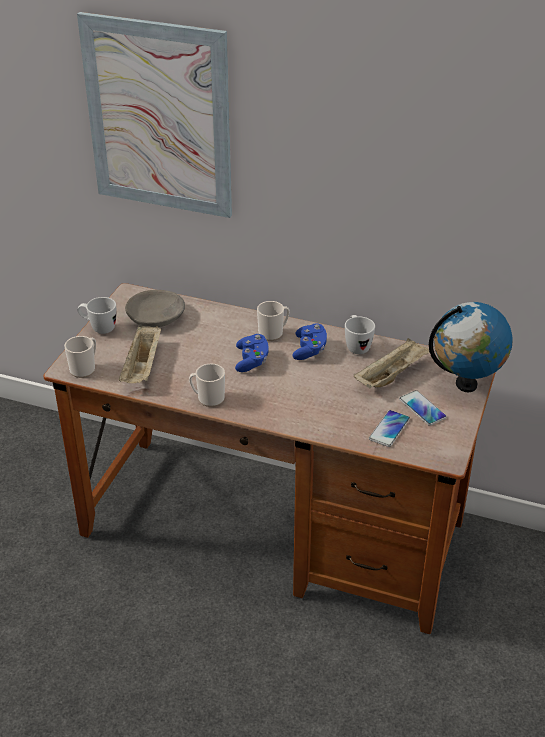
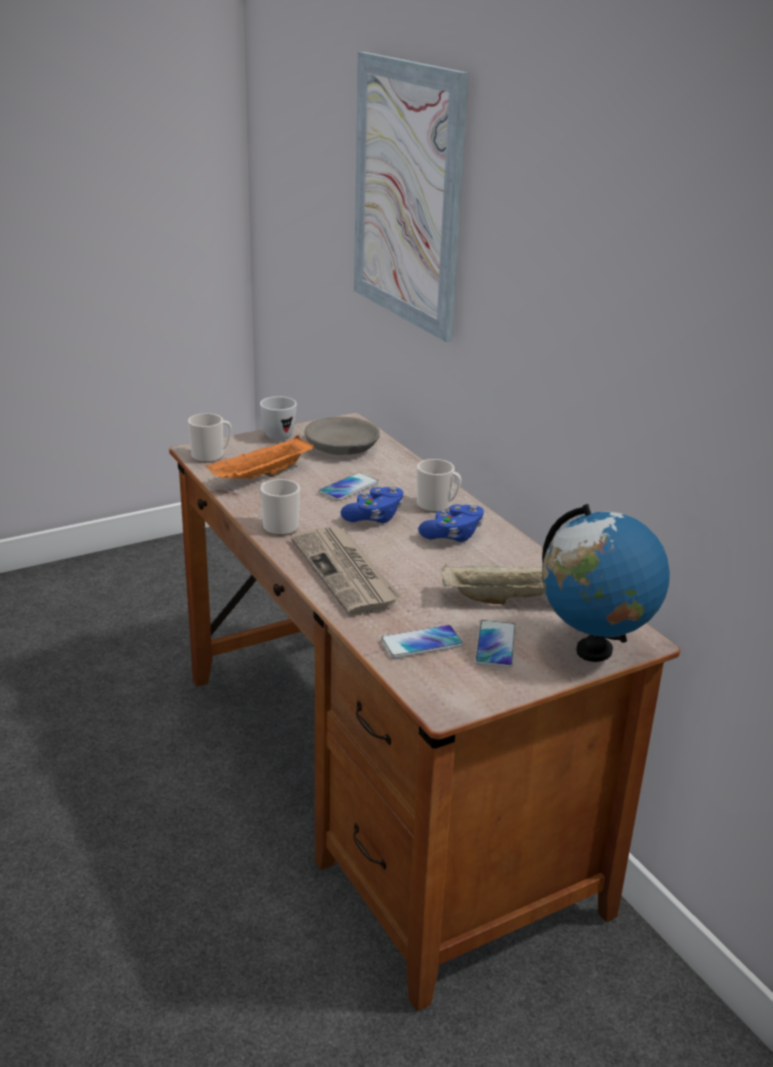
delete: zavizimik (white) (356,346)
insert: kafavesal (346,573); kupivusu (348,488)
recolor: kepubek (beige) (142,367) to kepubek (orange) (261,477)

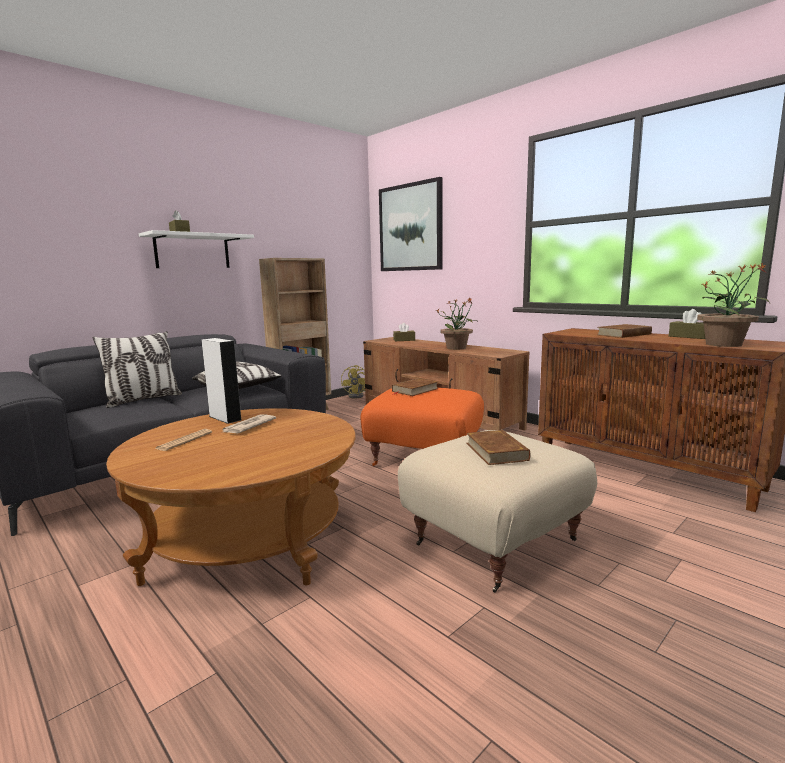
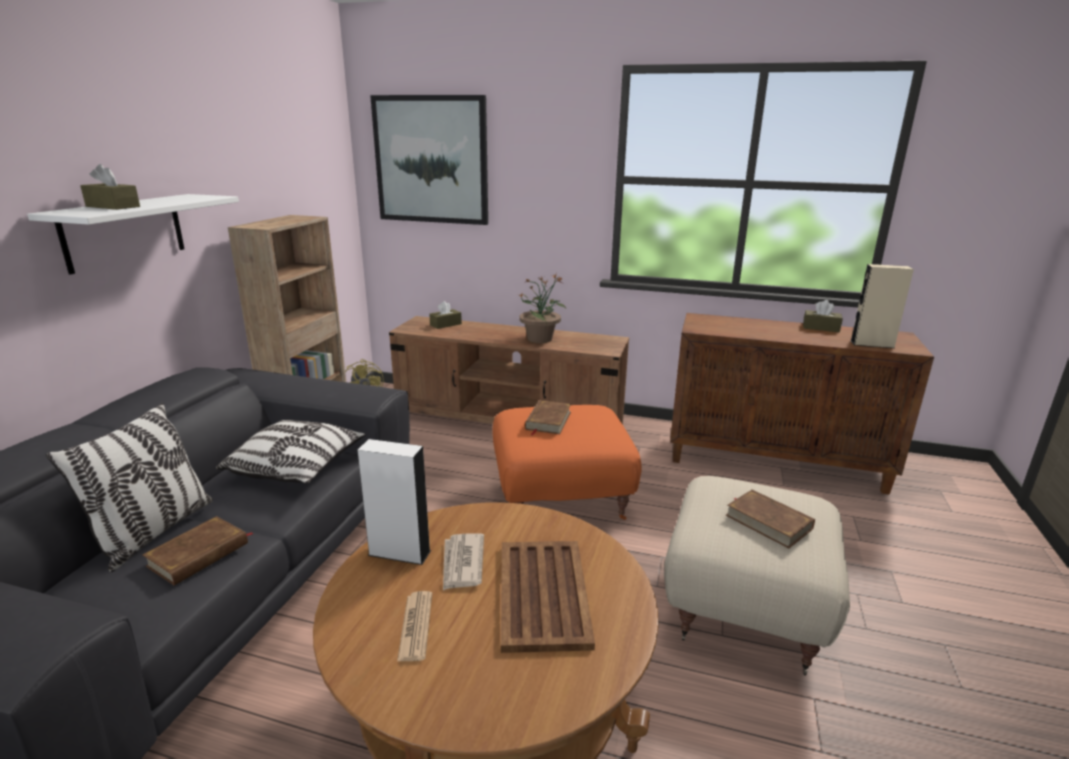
insert: kepubek (brown) (543,592)
move: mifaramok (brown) (624,334) to (199,554)
replace: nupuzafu (724,344) to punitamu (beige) (872,344)

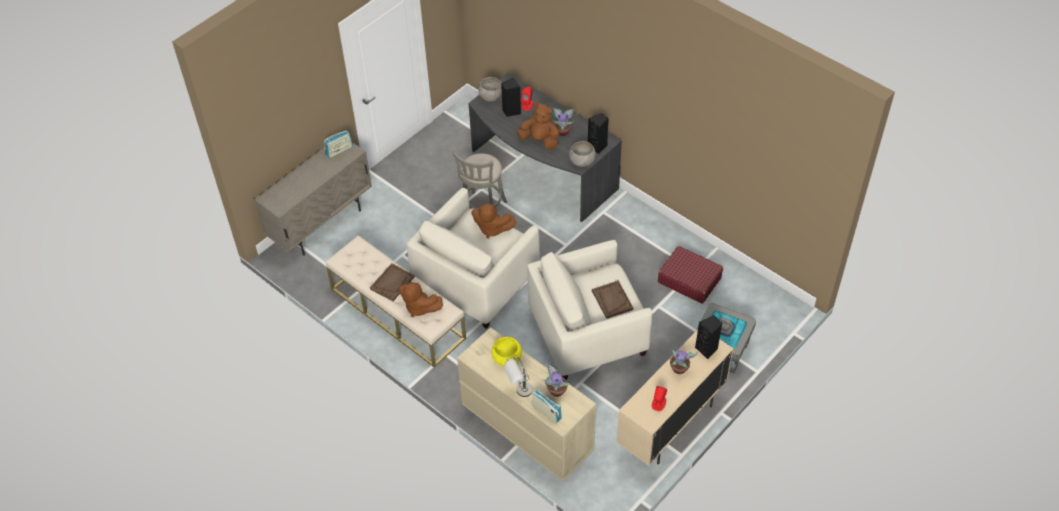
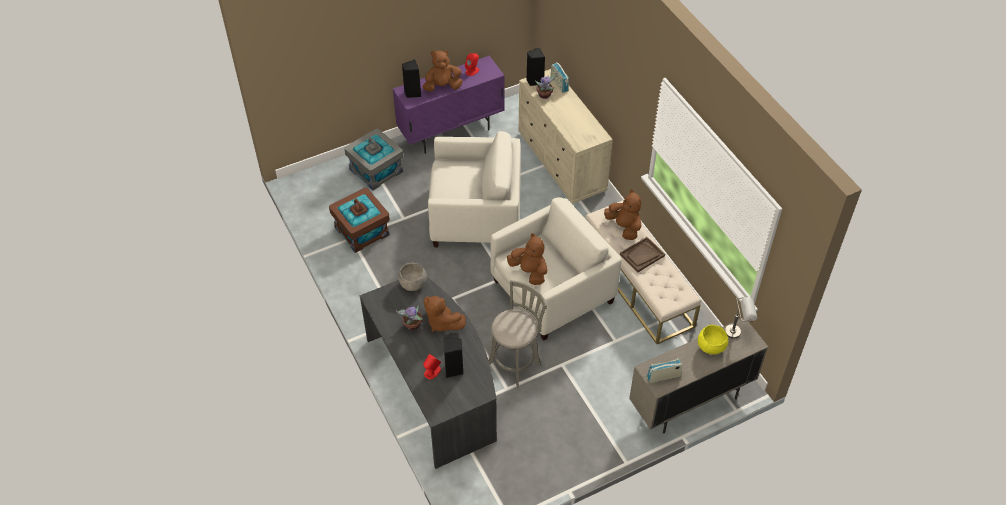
delete: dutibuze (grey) (491,97); kepubek (brown) (612,300)
move: punitamu (black) (598,146) to (534,81); dutibuze (yellow) (507,359) to (710,347); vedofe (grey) (519,392) to (738,331)
replace: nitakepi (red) (689,280) to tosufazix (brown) (362,231); nupuzafu (679,369) to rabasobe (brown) (442,86)
recolor: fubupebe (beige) (670,425) to fubupebe (purple) (451,132)

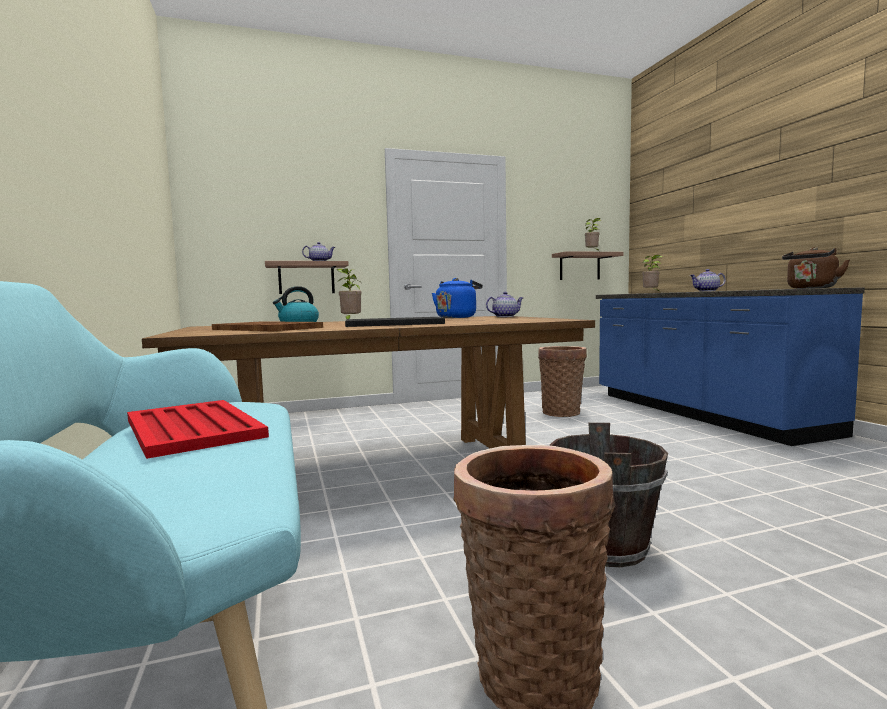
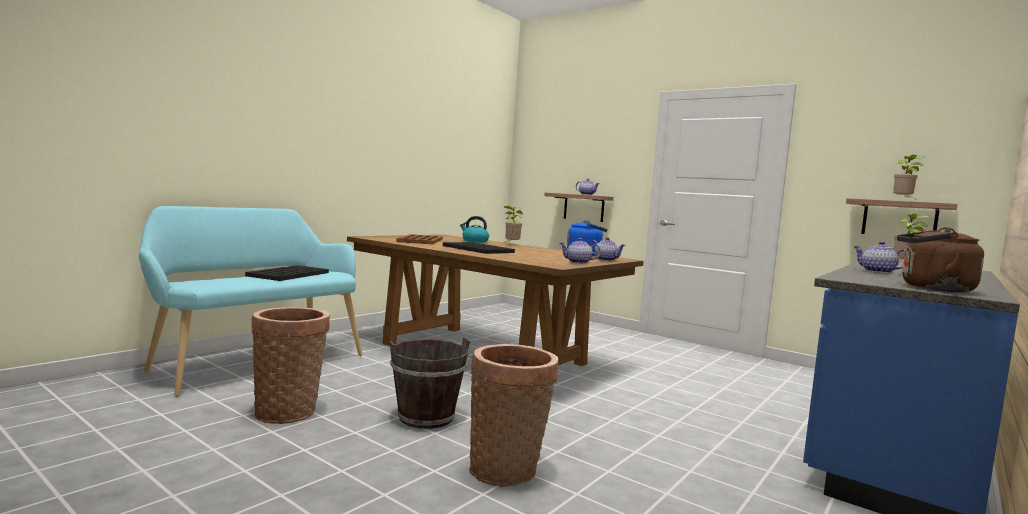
insert: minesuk (578,262)
move: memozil (562,412) to (507,470)
recolor: kepubek (red) (193,428) to kepubek (black) (289,274)

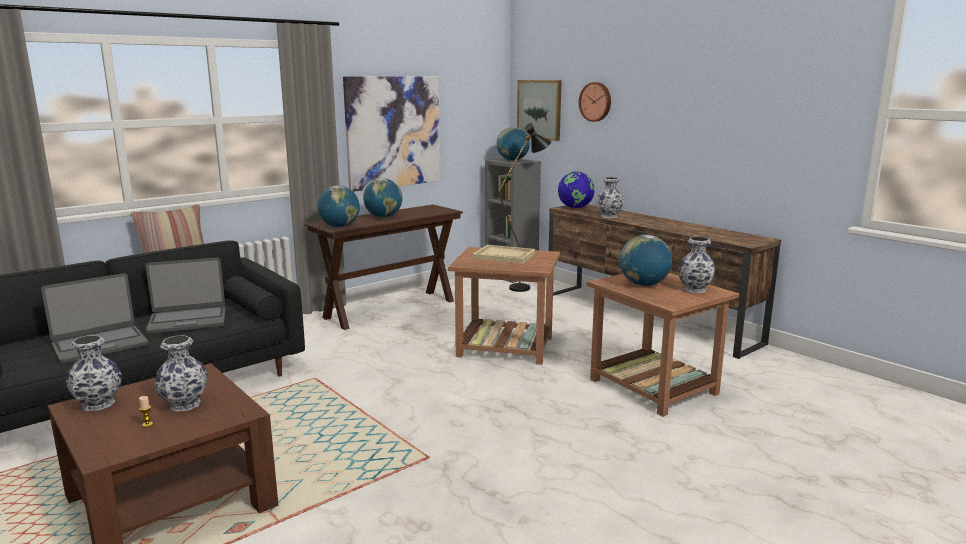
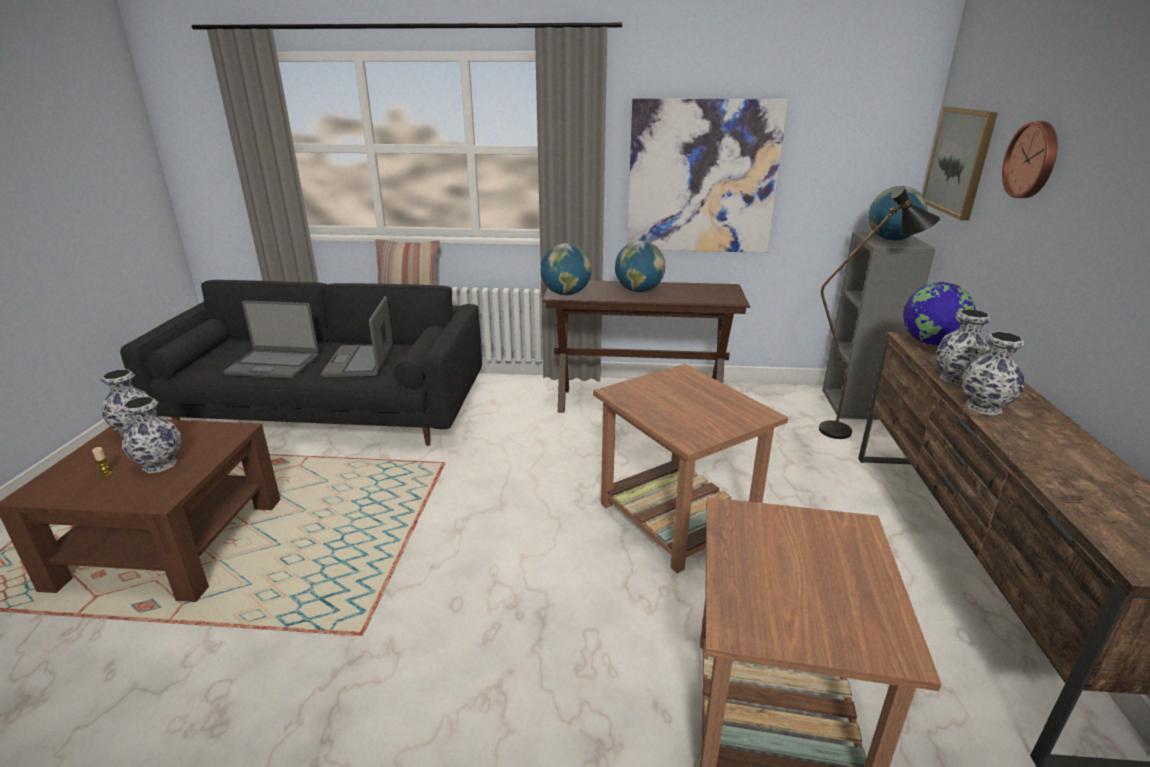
delete: kepubek (beige) (504,256); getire (643,284)
move: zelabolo (694,289) to (983,406)
rotate: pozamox (188,321) = (360,362) 60 degrees clockwise

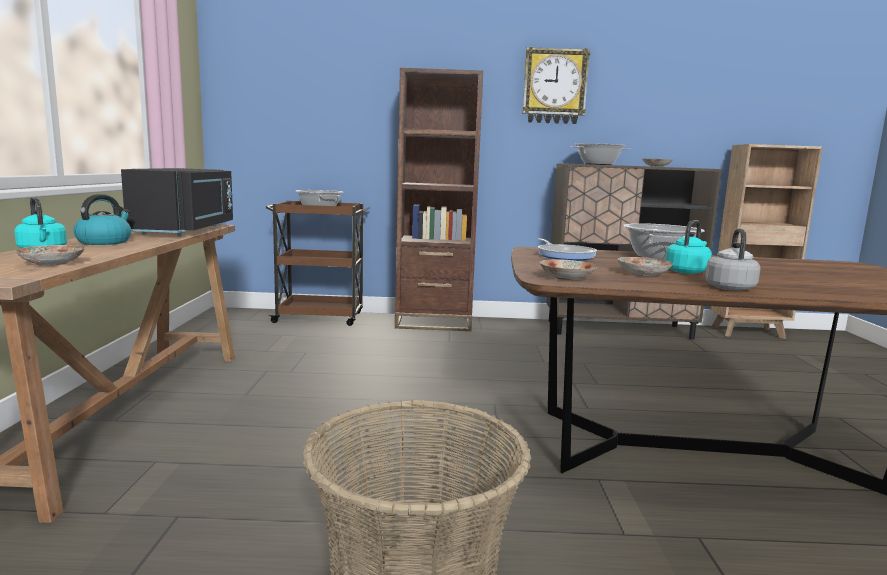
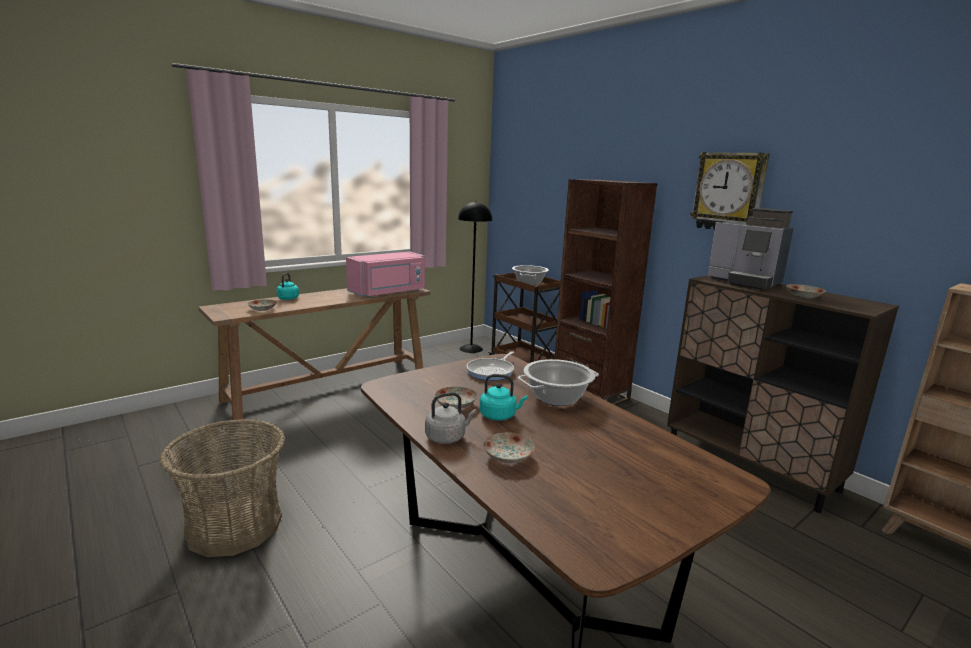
delete: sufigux (104,242)
insert: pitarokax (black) (471,349)
move: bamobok (566,278) to (507,456)
replace: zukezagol (598,164) to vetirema (745,282)
recolor: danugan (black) (187,230) to danugan (pink) (388,292)

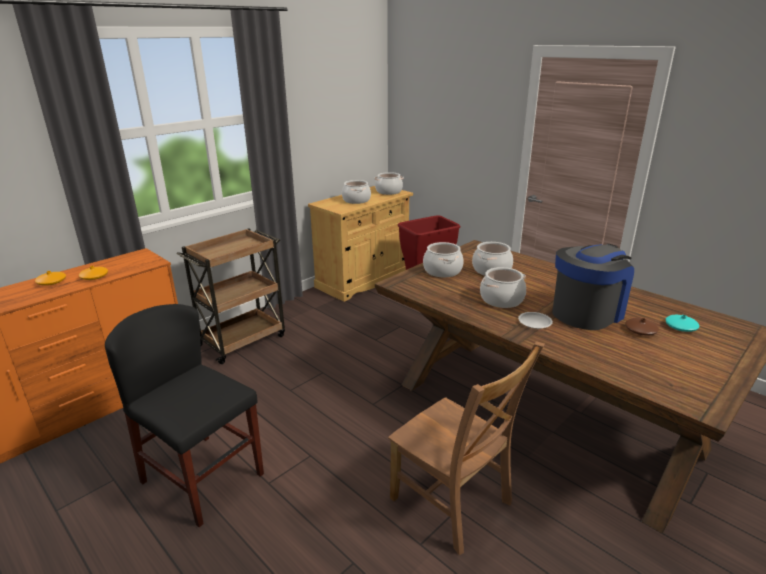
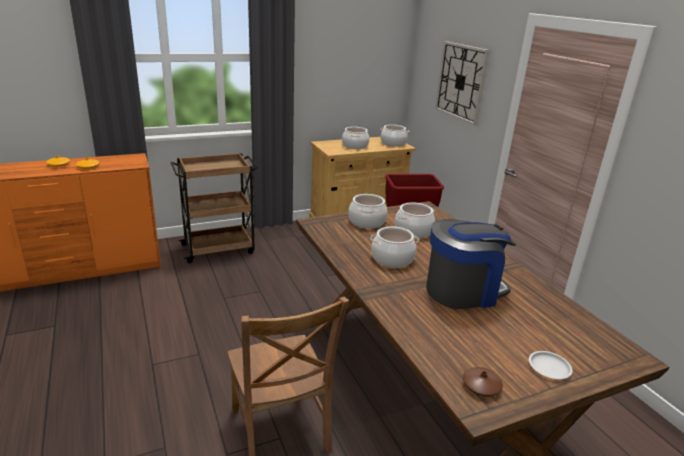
delete: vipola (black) (203,478); zelabolo (turquoise) (680,327)
insert: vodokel (461,82)
move: zelabolo (brown) (640,331) to (481,386); bamobok (white) (534,322) to (549,367)

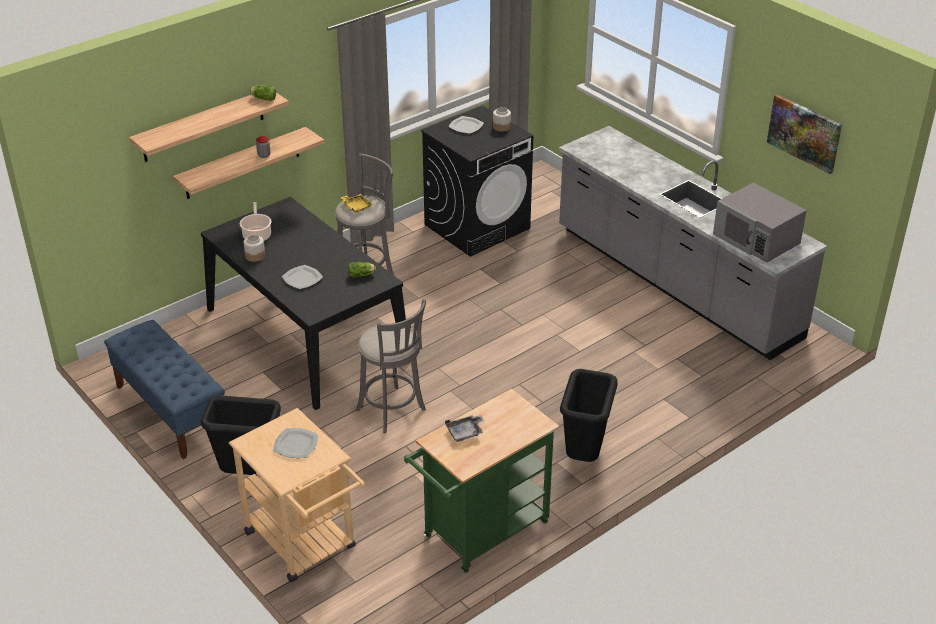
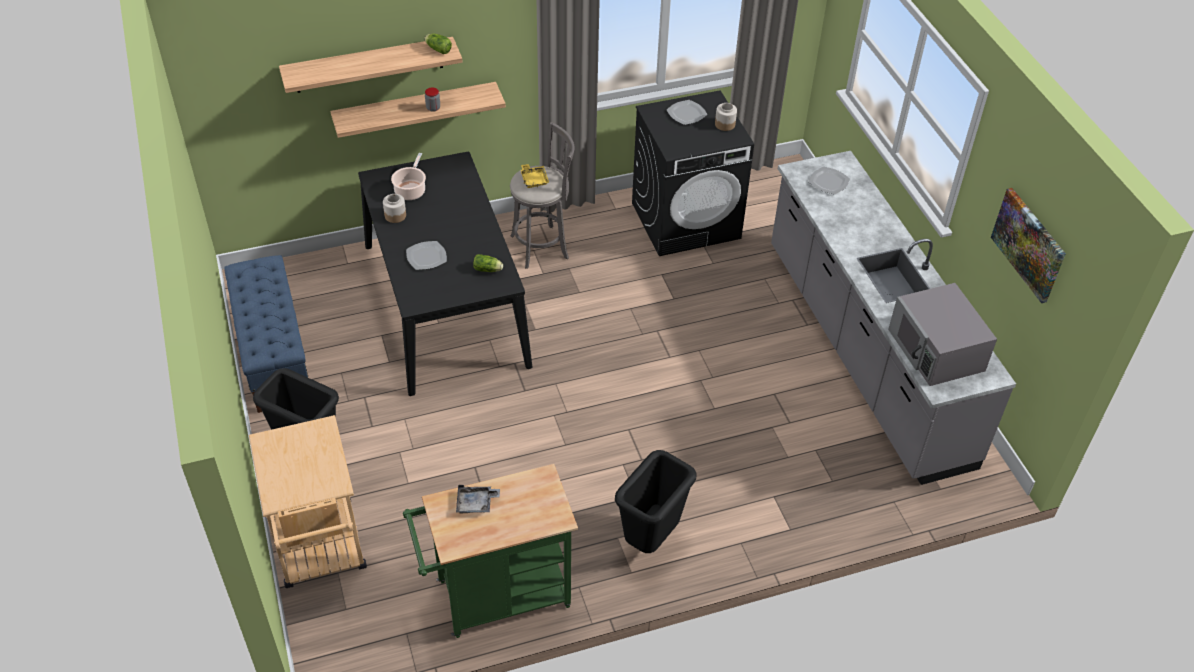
delete: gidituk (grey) (393,411)
move: bamobok (295,445) to (828,182)

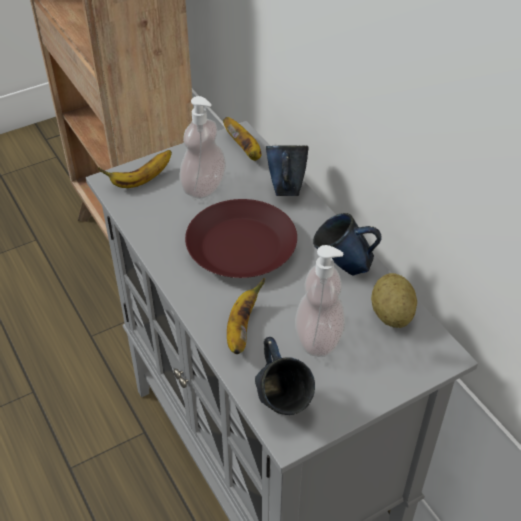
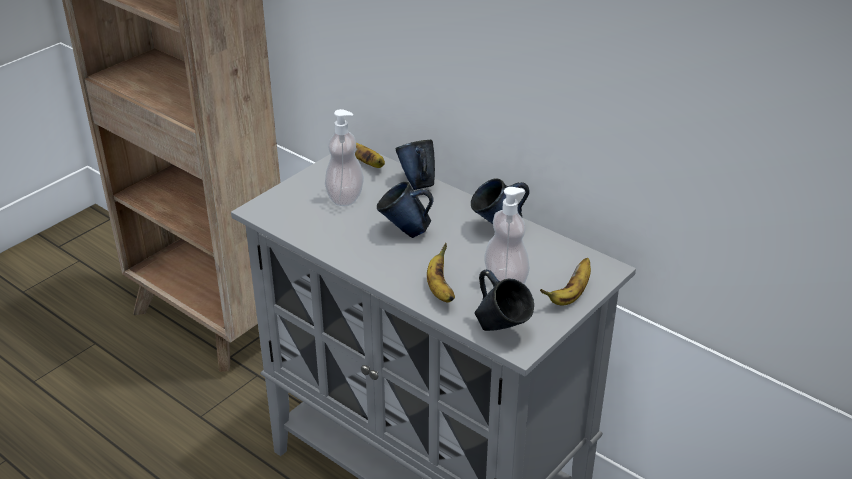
delete: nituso (391,314)
move: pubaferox (141,180) to (570,295)
replace: bamobok (brown) (242,247) to zavizimik (blue) (405,232)

